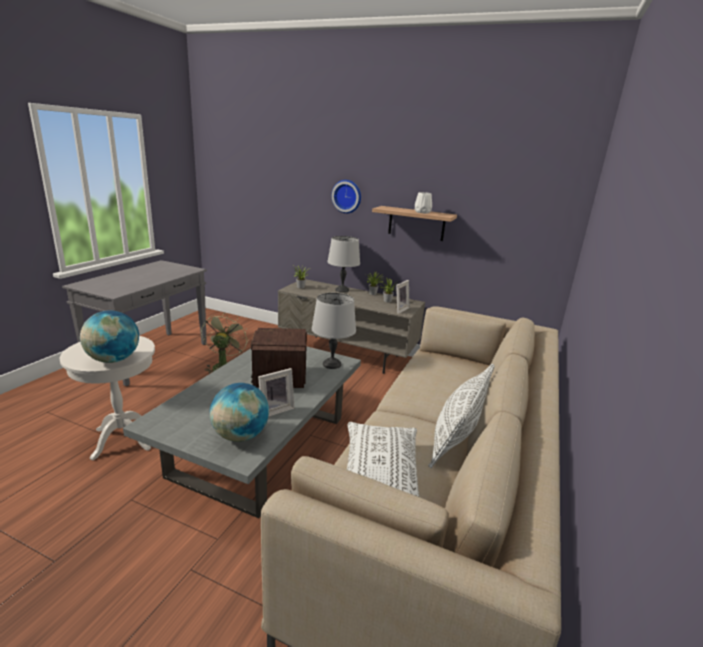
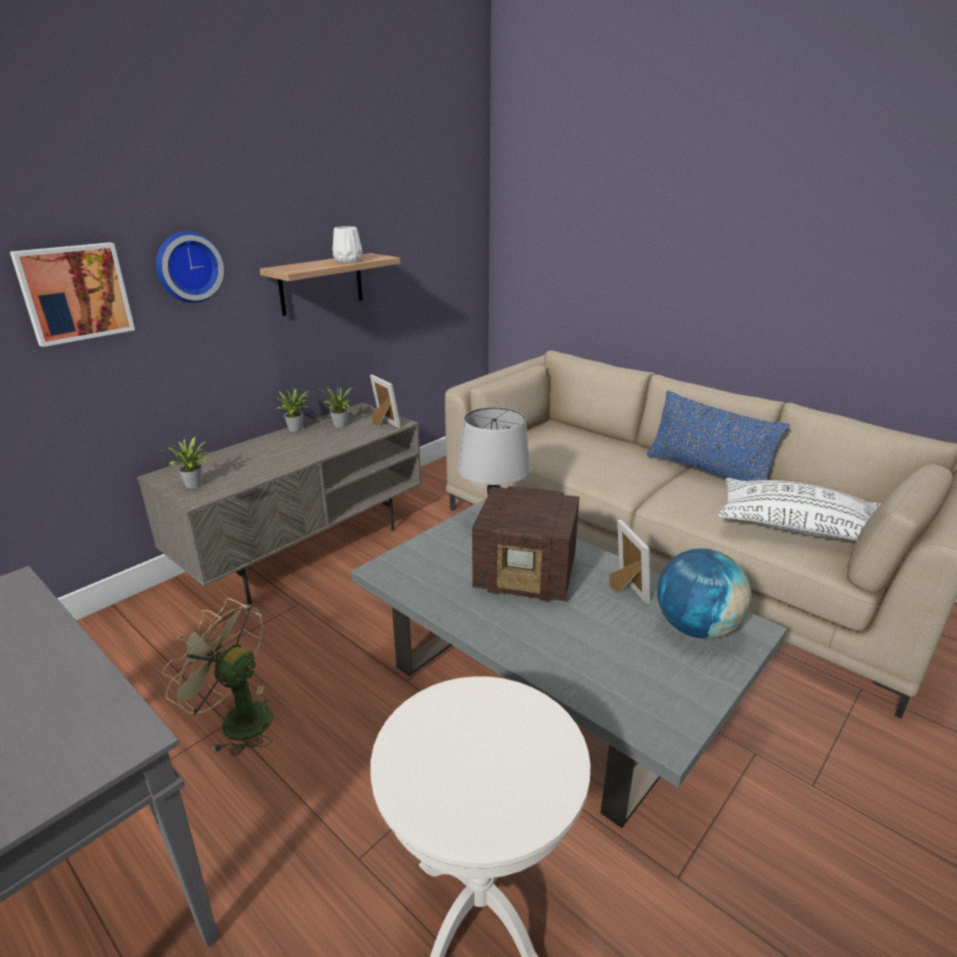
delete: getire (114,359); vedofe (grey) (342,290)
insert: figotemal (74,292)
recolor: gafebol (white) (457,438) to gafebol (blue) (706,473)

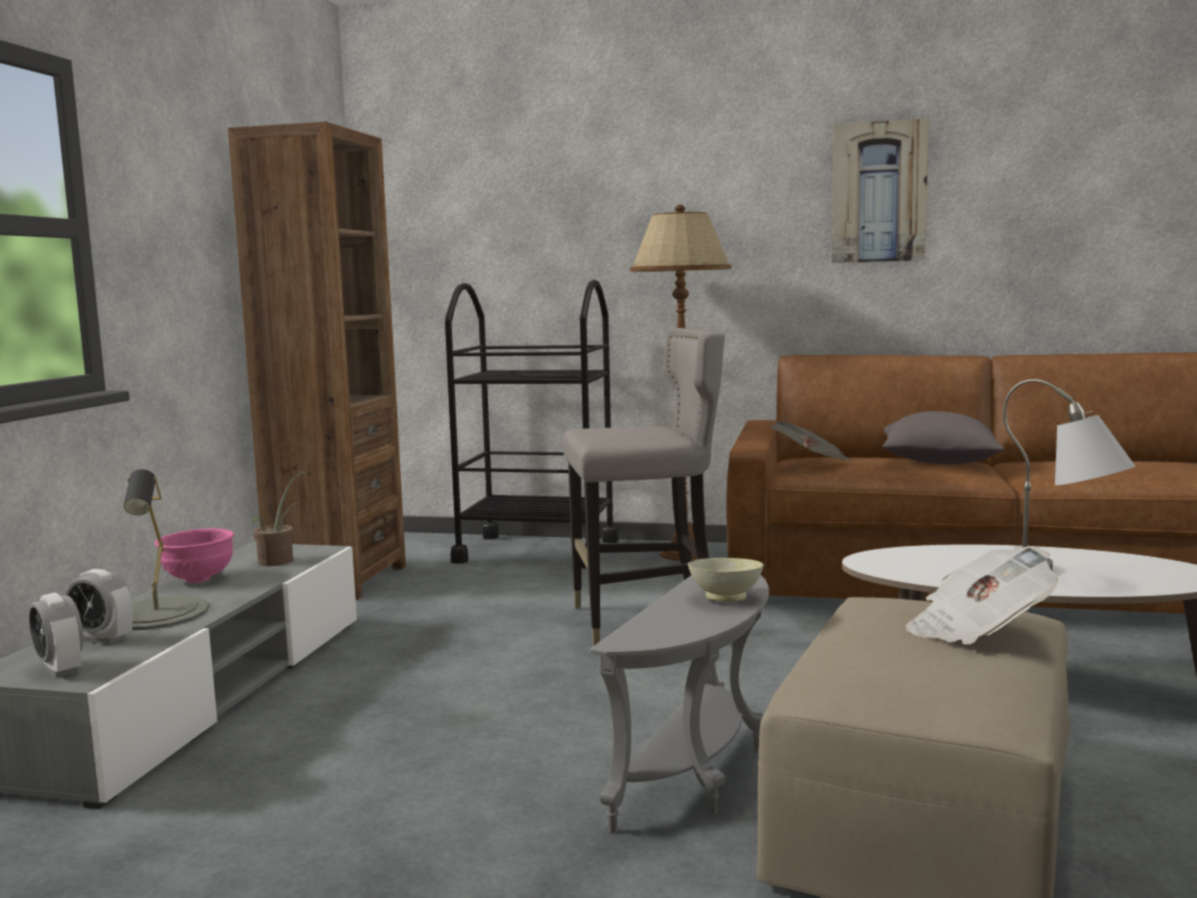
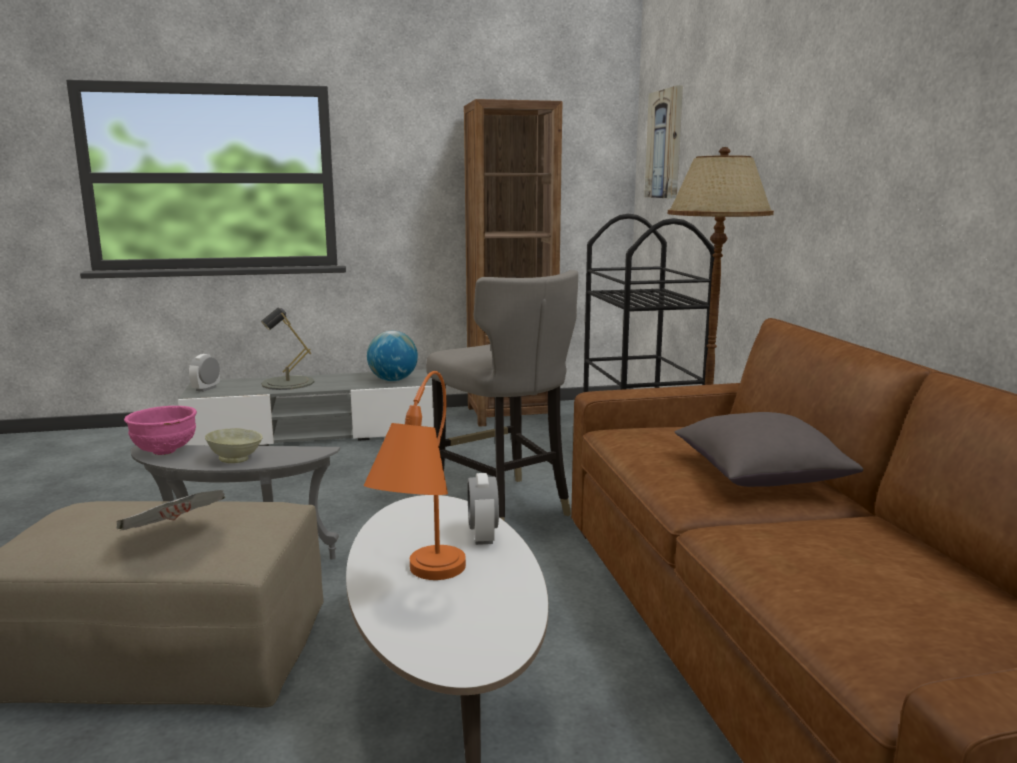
delete: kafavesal (812,463)
move: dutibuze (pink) (198,579) to (165,451); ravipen (102,639) to (483,536); figotemal (878,192) to (665,144)
replace: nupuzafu (281,560) to getire (393,380)
recolor: vedofe (grey) (1061,575) to vedofe (orange) (420,584)

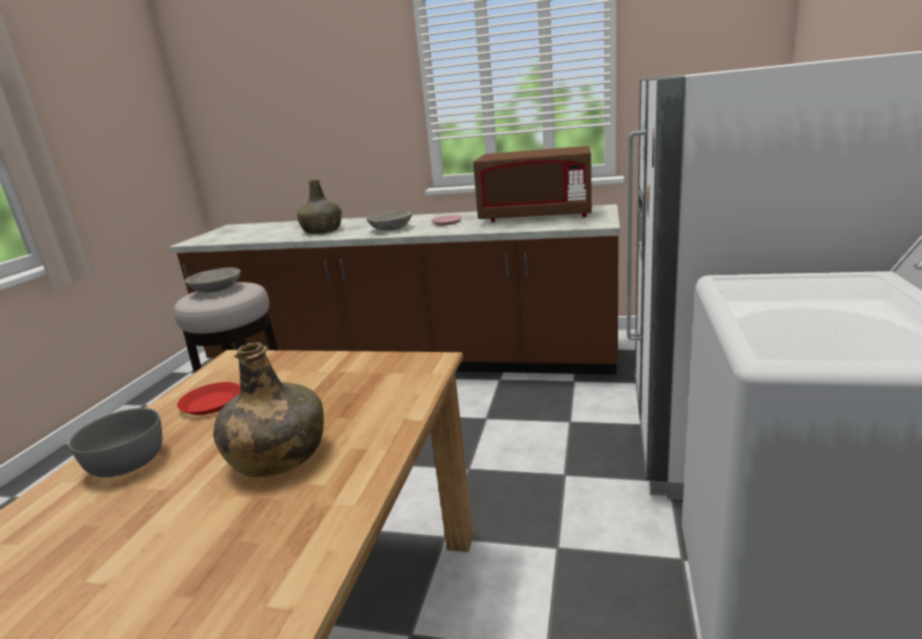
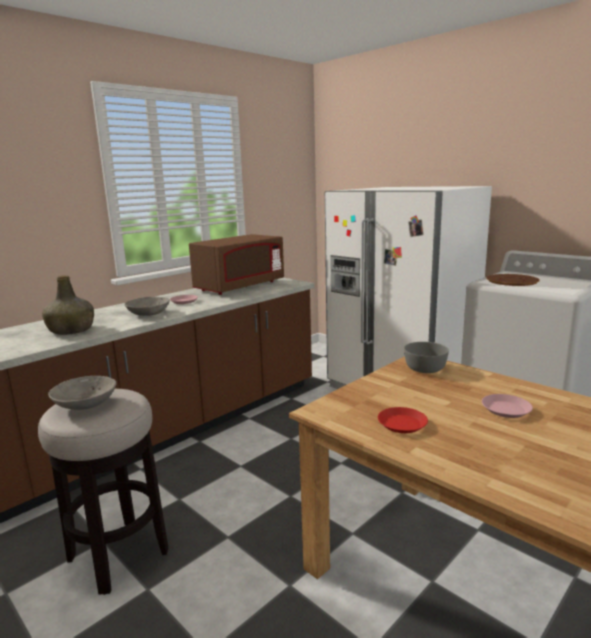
insert: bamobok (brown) (512,281)
move: dutibuze (grey) (126,462) to (424,368)
replace: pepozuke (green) (277,456) to bamobok (pink) (506,409)

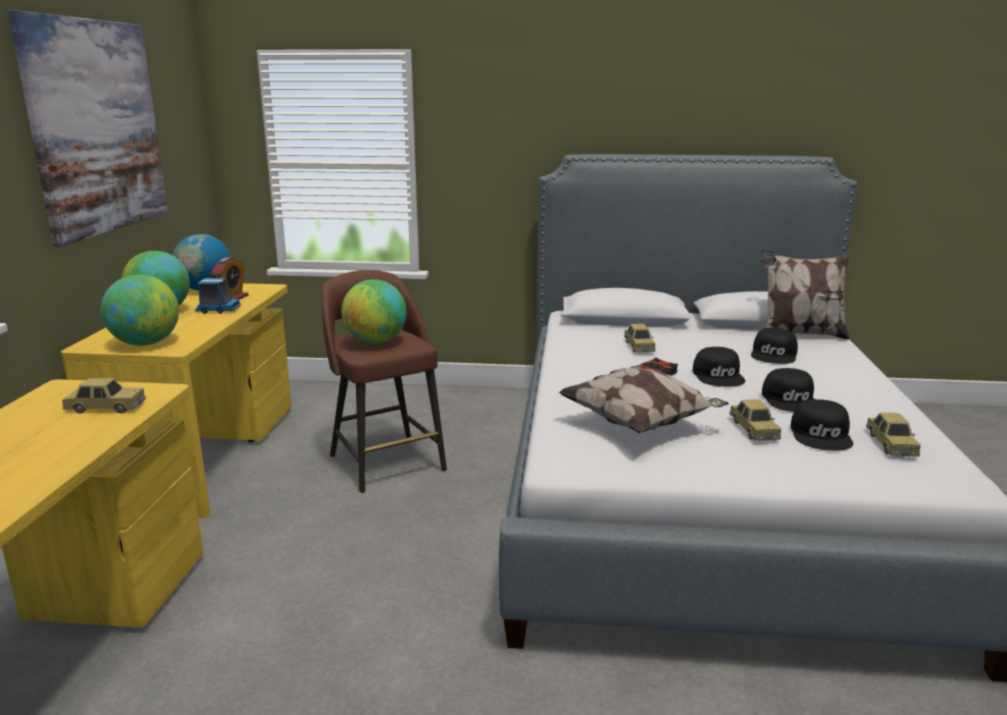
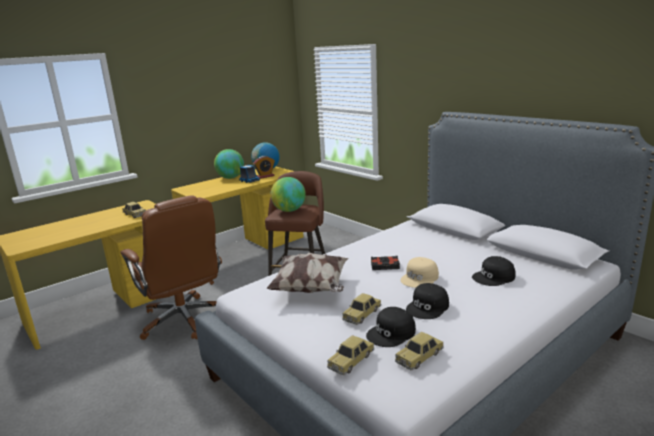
delete: figotemal (97,127); getire (146,343); gafebol (799,334)
insert: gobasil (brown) (184,320)
move: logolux (639,346) to (351,361)
recolor: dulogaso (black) (719,376) to dulogaso (beige) (420,278)

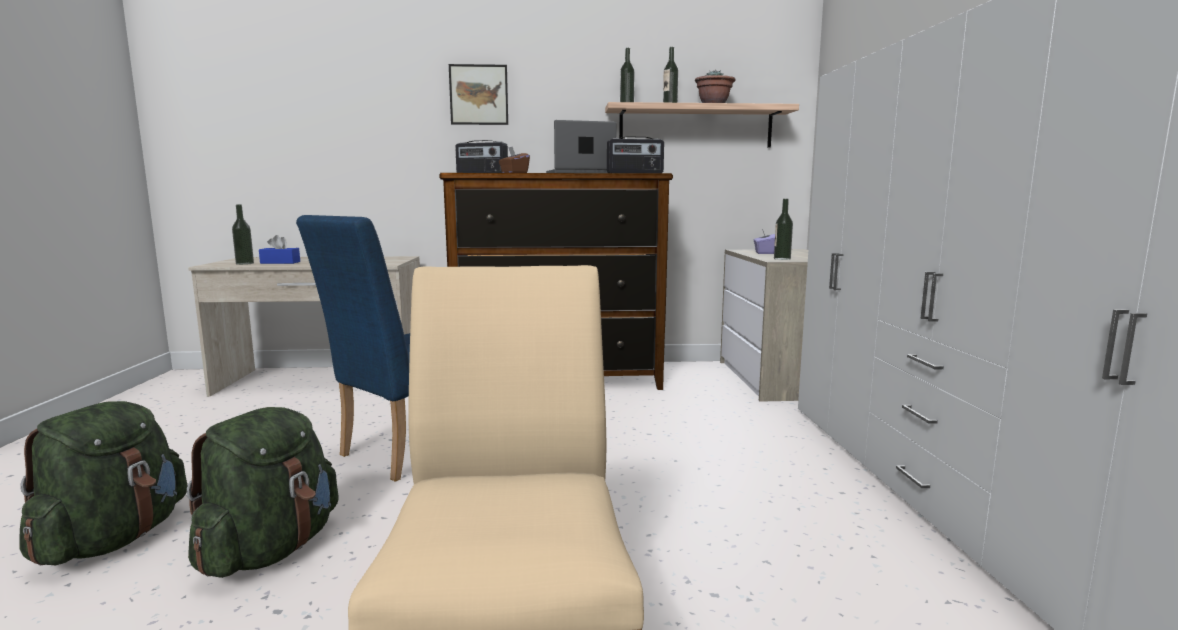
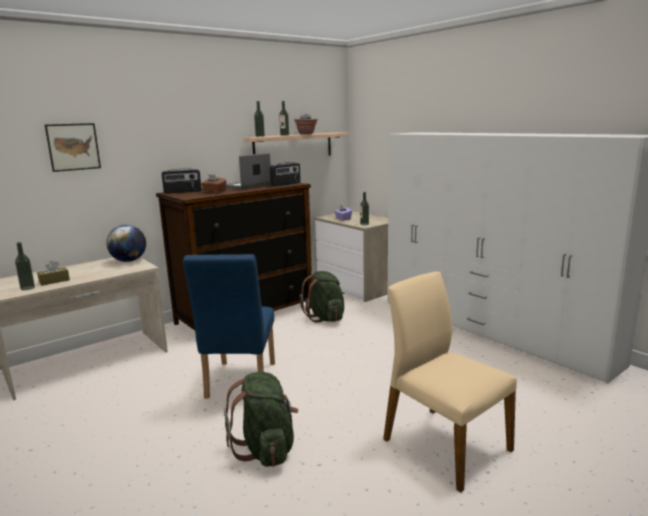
insert: getire (129,261)
move: figotemal (479,95) to (73,147); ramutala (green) (114,539) to (325,318)
recolor: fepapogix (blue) (280,262) to fepapogix (brown) (54,281)

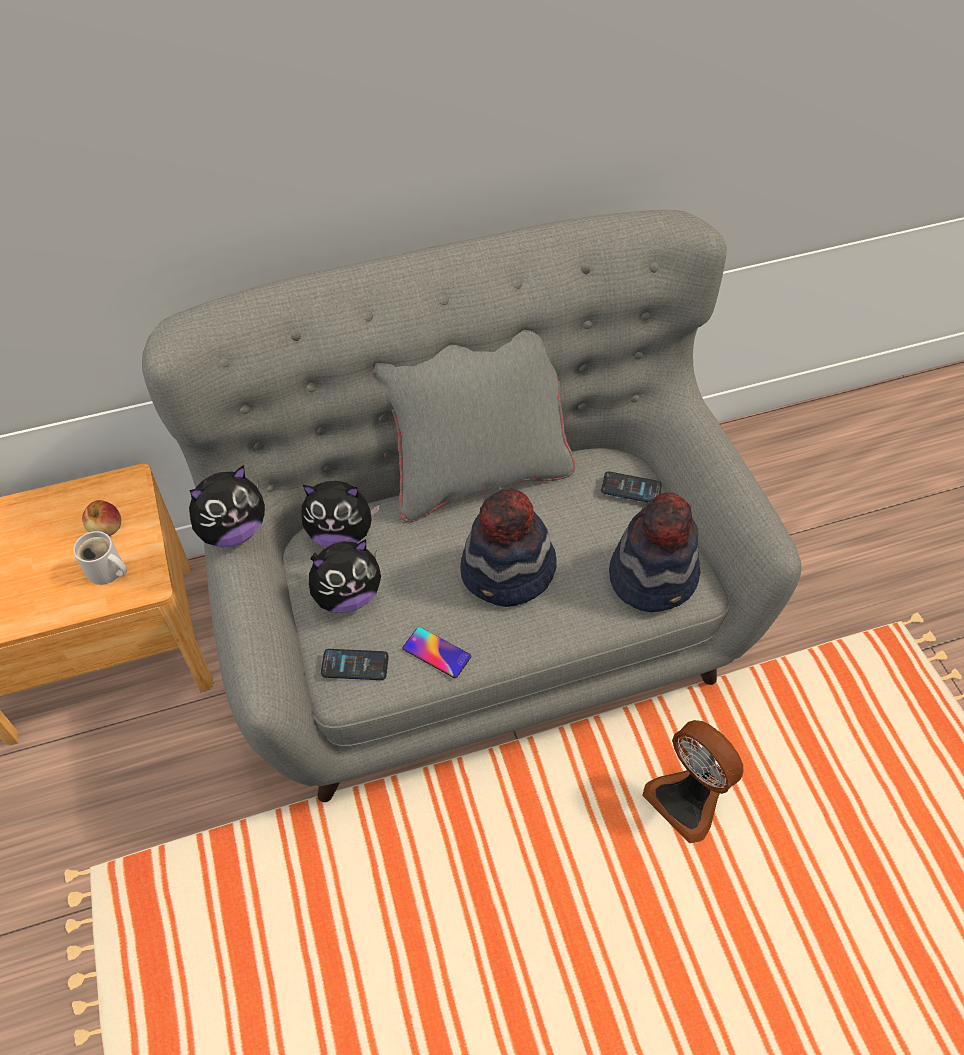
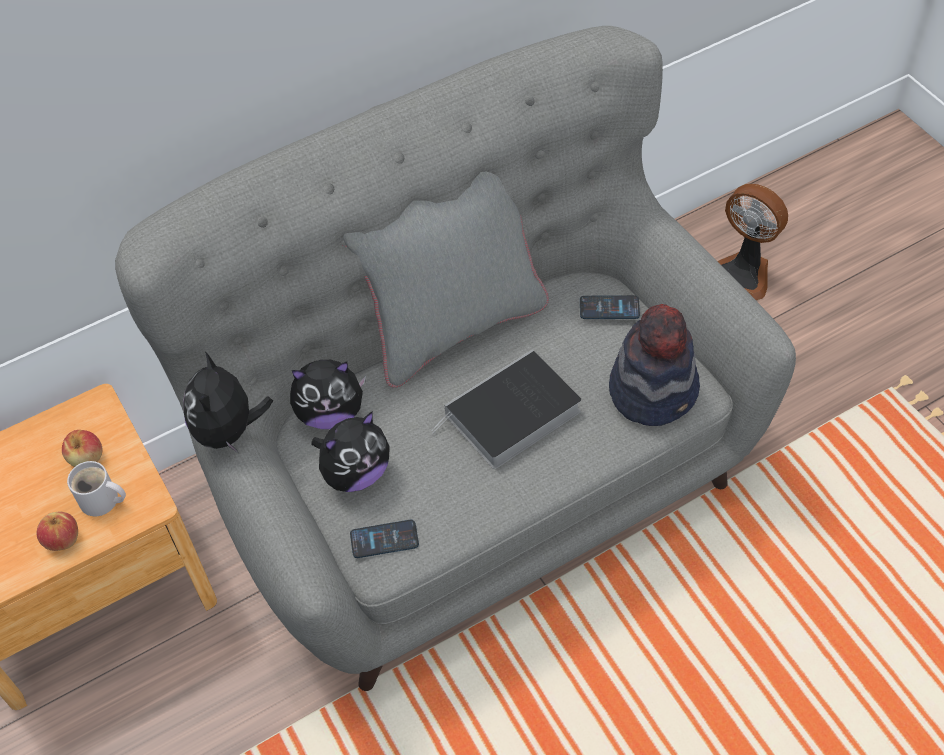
delete: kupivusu (436,652)
insert: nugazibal (62,539)
move: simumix (687,799) to (743,272)
replace: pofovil (508,572) to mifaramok (510,416)
rotate: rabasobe (233,530) = (229,431) 135 degrees clockwise

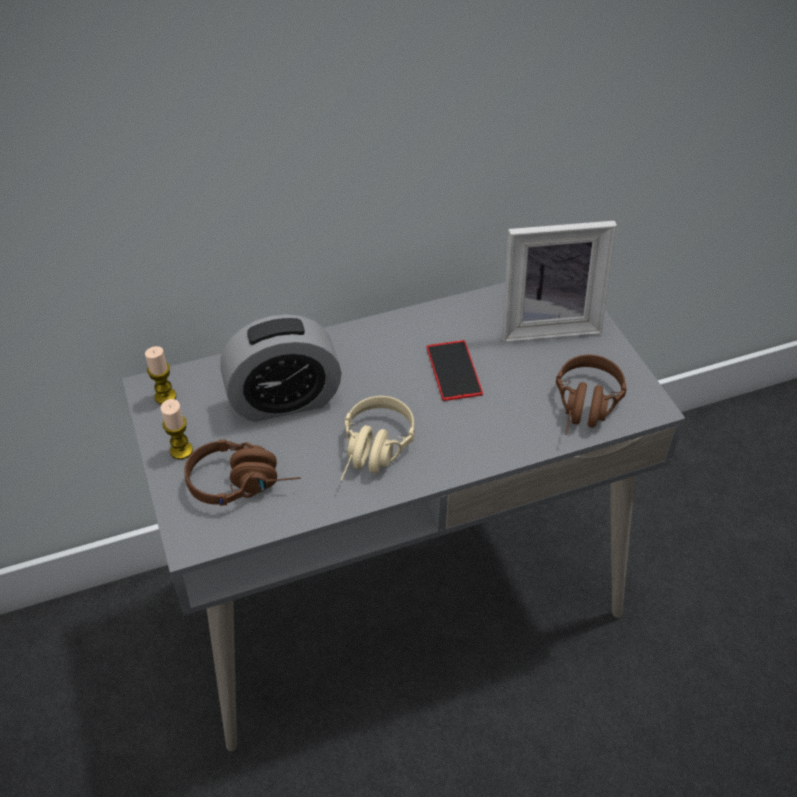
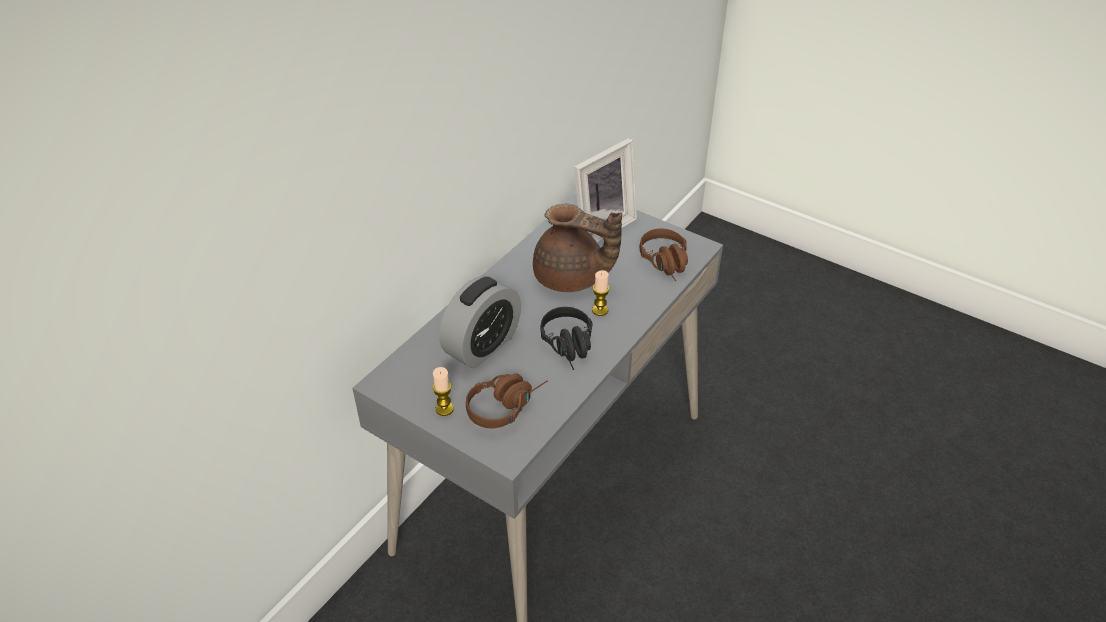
move: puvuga (165,396) to (600,310)
replace: kupivusu (454,370) to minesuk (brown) (571,279)
recolor: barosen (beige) (374,453) to barosen (black) (570,348)

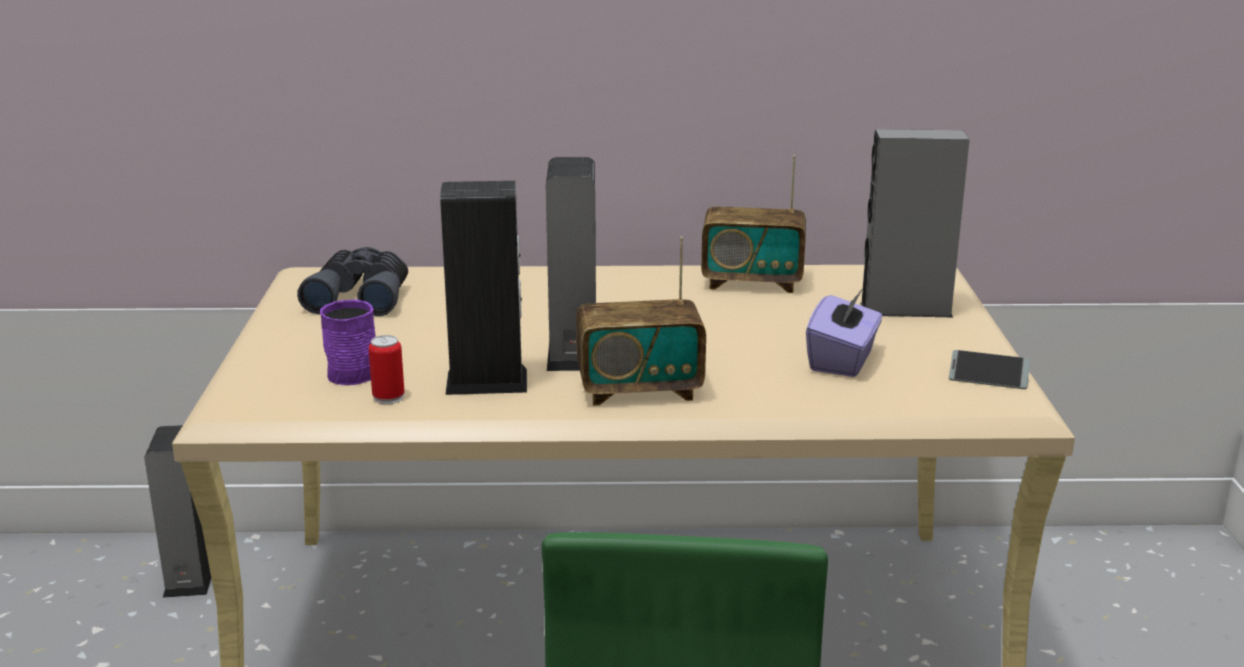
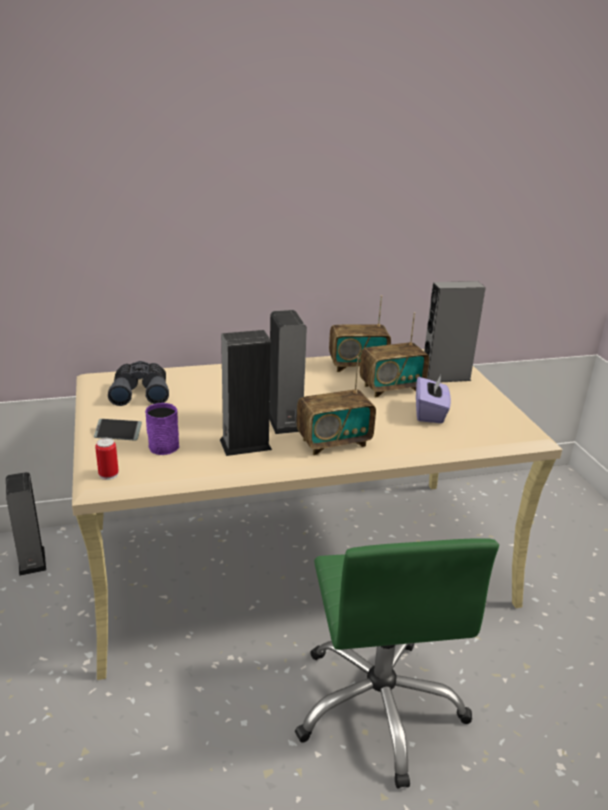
insert: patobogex (391,388)
move: kupivusu (988,377) to (118,434); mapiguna (388,397) to (108,474)

